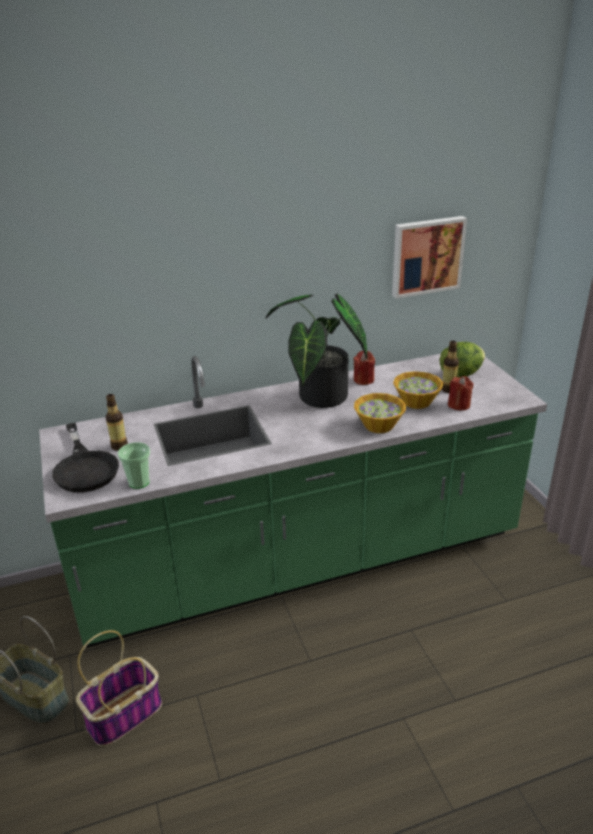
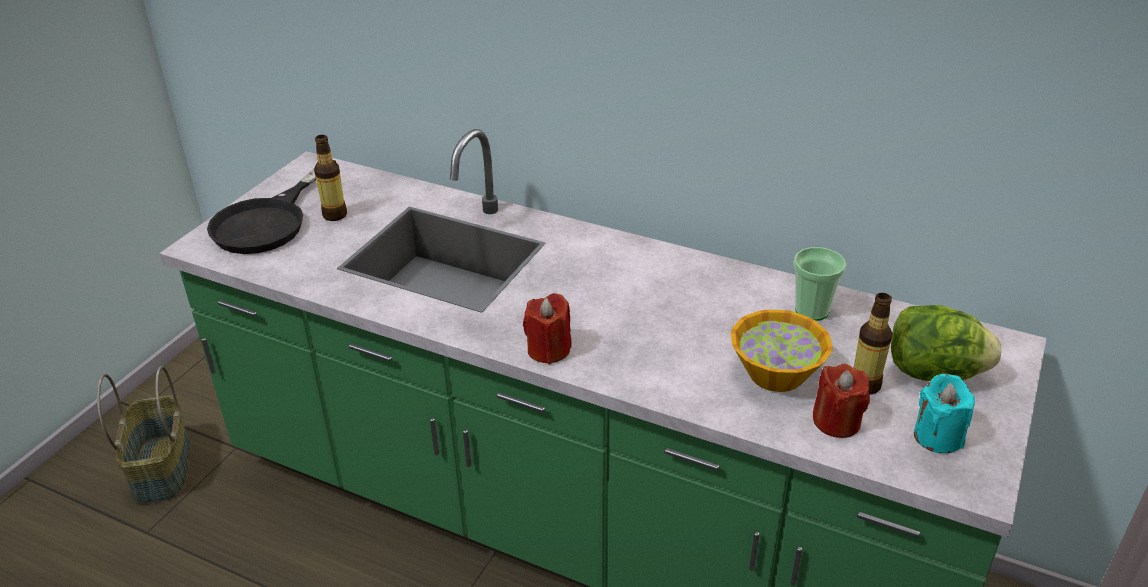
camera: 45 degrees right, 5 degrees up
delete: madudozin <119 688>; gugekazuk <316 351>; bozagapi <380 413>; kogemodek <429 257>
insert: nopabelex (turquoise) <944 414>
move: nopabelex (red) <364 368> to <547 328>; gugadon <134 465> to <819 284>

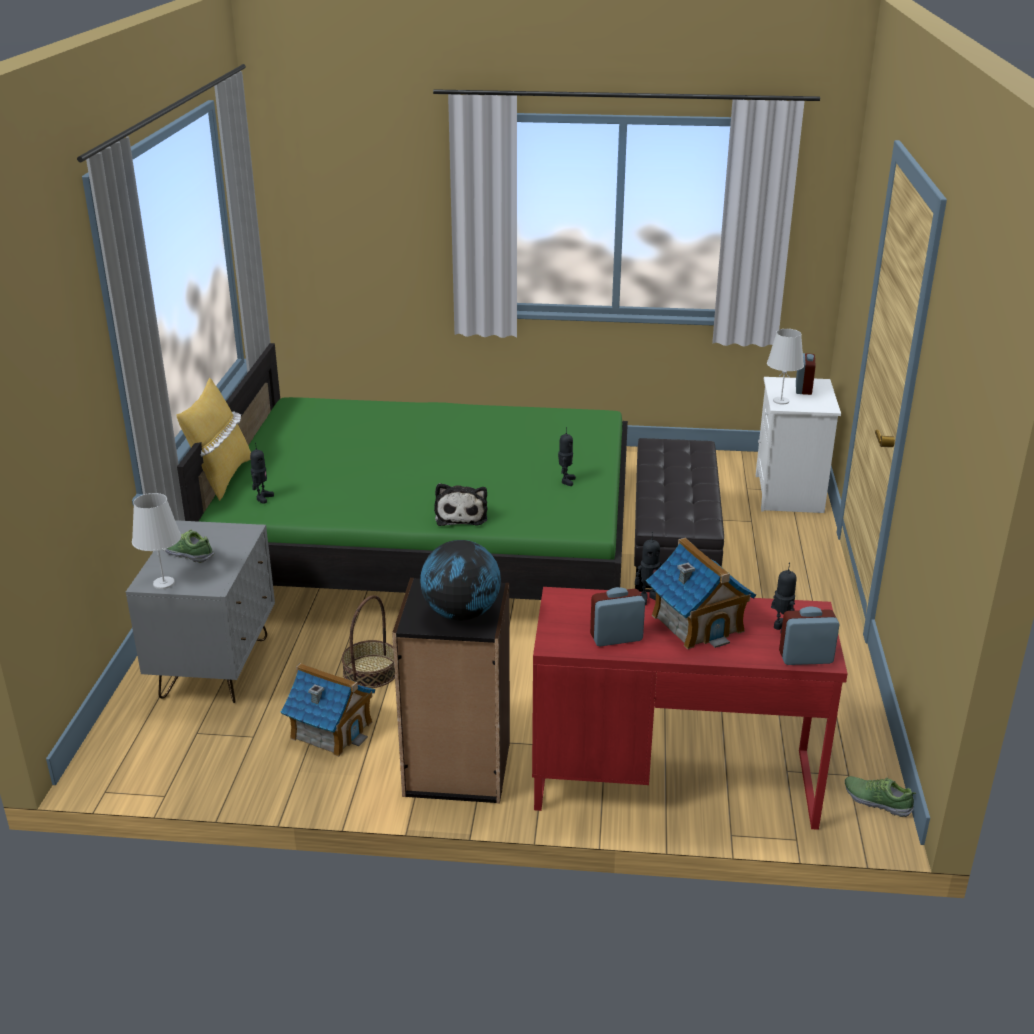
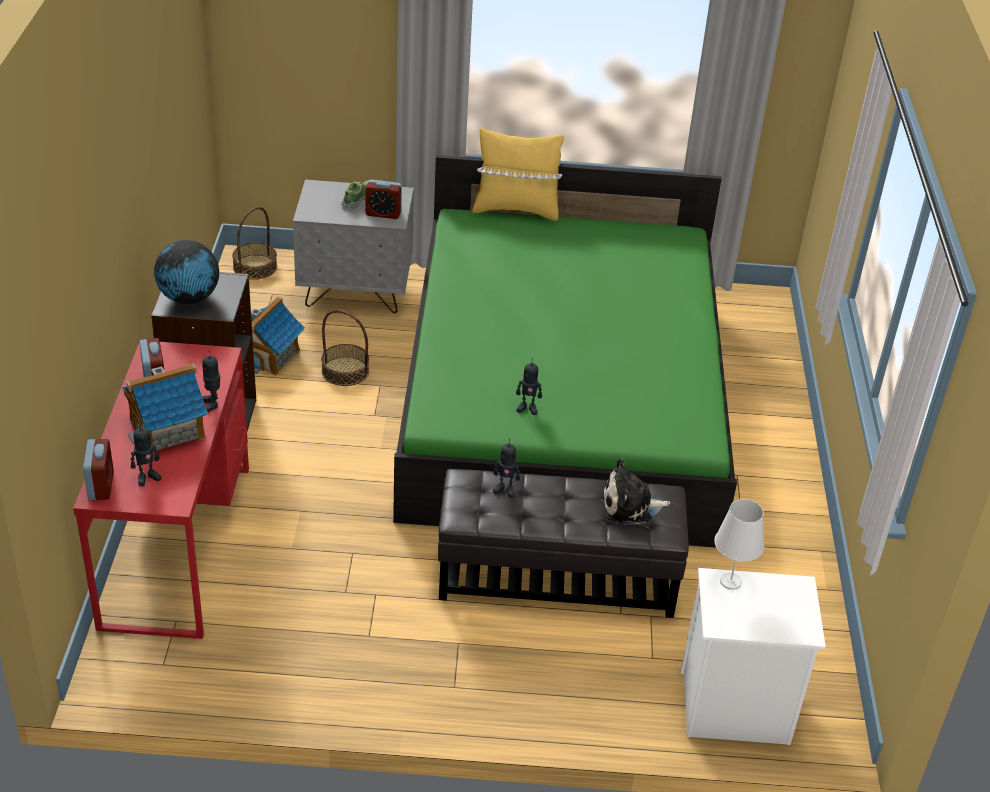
camera: 85 degrees right, 10 degrees up
delete: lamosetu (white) <156 541>; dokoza <880 796>
insert: madudozin <254 243>
move: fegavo <806 374> to <384 199>; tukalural <262 473> to <506 468>; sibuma <460 504> to <636 491>

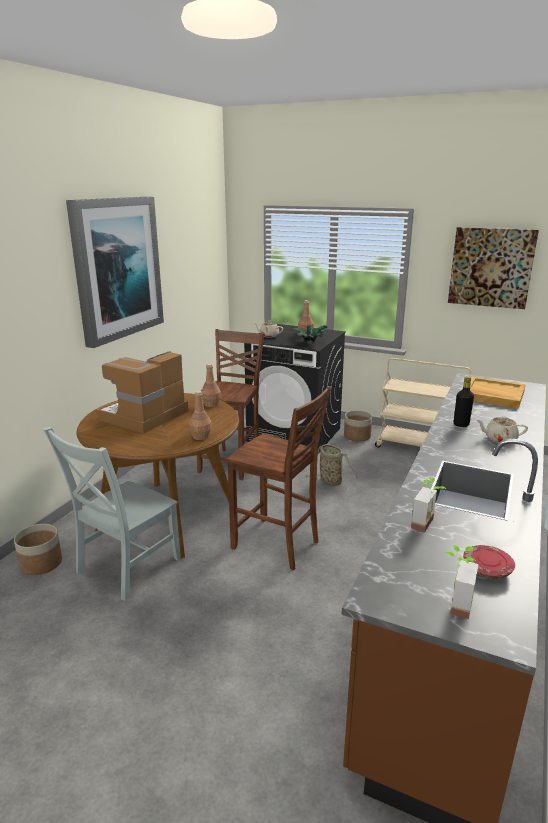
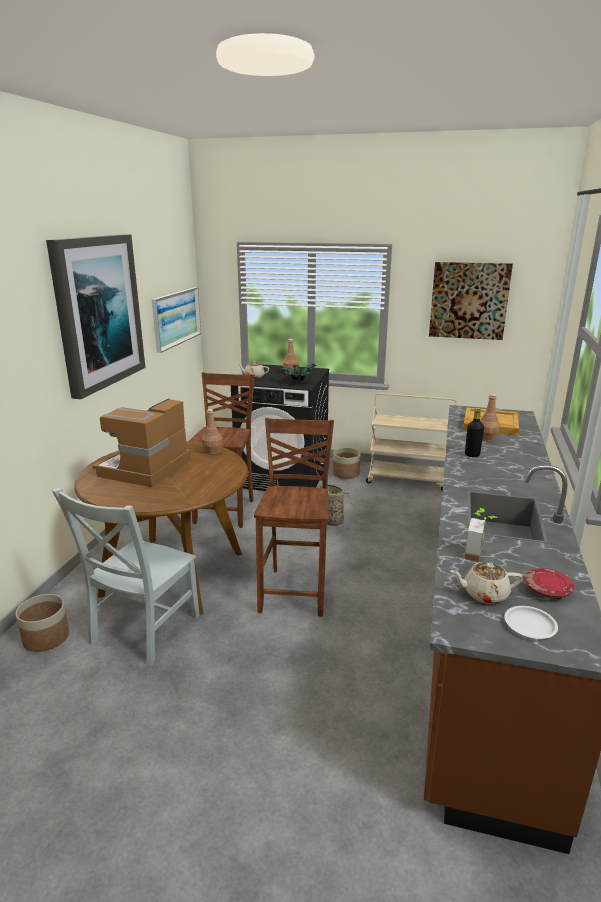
camera: 10 degrees left, 0 degrees up
insert: kogemodek <176 320>
move: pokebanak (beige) <502 429> to <487 583>; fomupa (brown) <200 415> to <490 417>
replace: gugekazuk <462 582> to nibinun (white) <531 622>
rotate: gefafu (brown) <279 478> = <294 517> 105 degrees counterclockwise

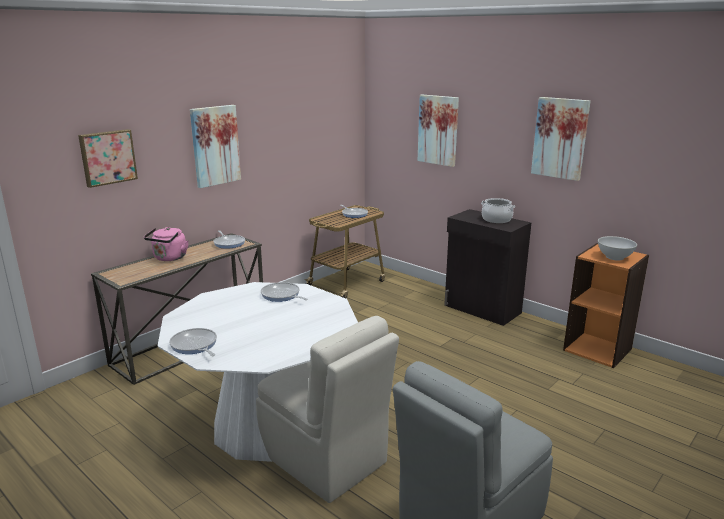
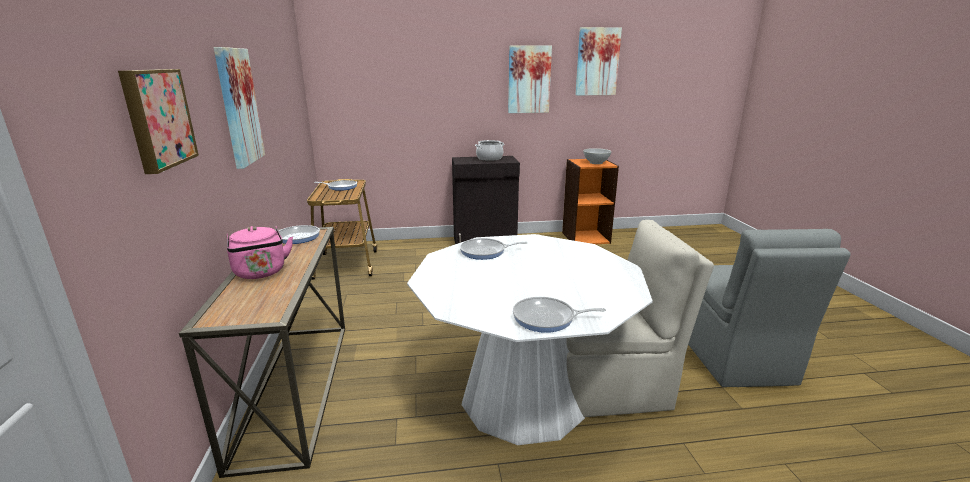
camera: 50 degrees left, 0 degrees up
move: kogemodek <438 131> to <598 61>

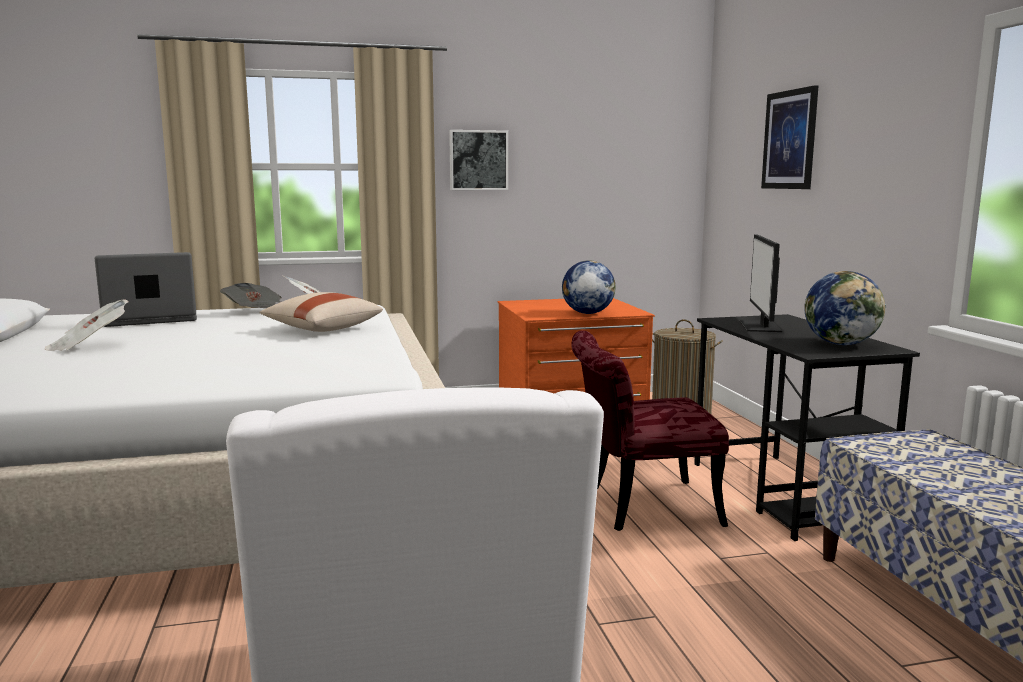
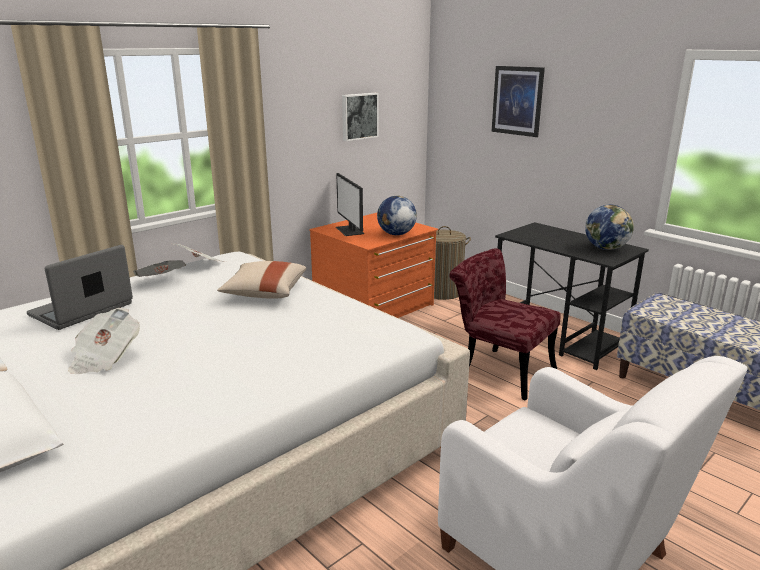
camera: 30 degrees left, 10 degrees up
move: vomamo <760 283> to <350 204>; kogemodek <478 160> to <360 117>
rotate: gefafu (red) <650 430> = <505 324> 75 degrees clockwise

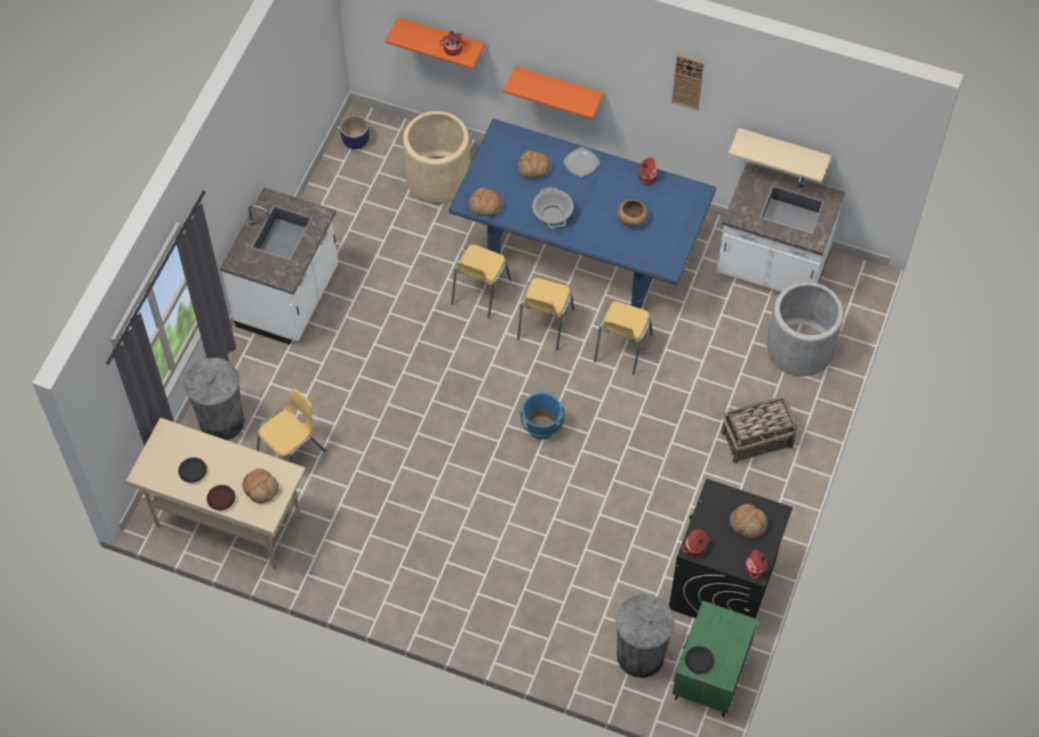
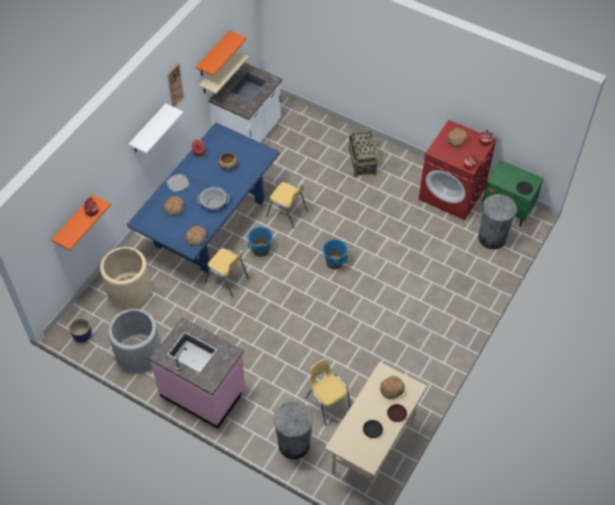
camera: 80 degrees left, 5 degrees down
insert: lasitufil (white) <156 128>
move: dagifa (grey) <805 329> to <134 341>; lasitufil (orange) <553 93> to <221 53>
replace: gefafu (yellow) <545 314> to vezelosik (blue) <260 242>
recolor: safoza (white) <279 266> to safoza (pink) <197 373>; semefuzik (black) <731 549> to semefuzik (red) <458 170>

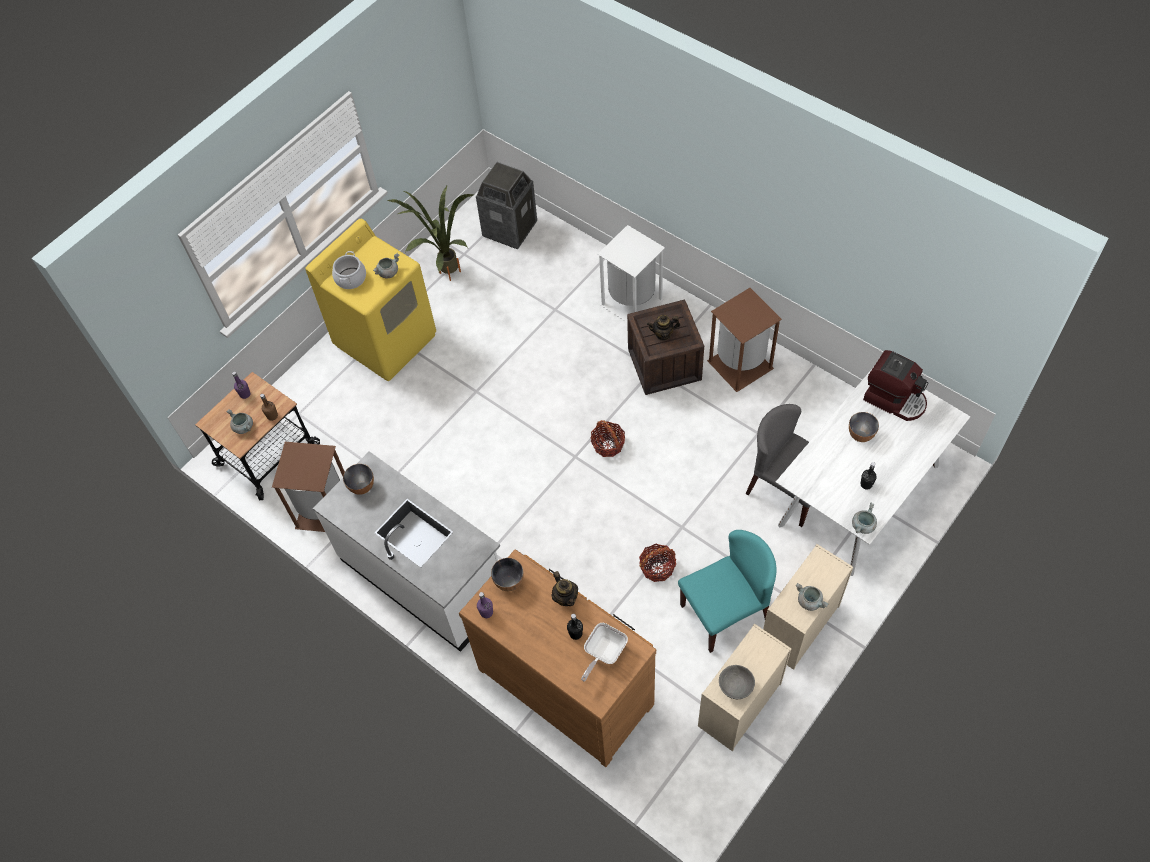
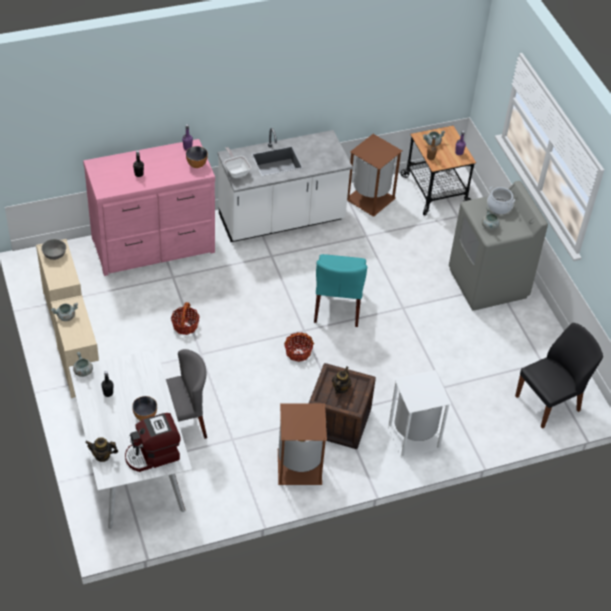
camera: 115 degrees right, 10 degrees down
delete: bozagapi <358 479>; gugekazuk <430 233>
move: pokebanak <565 588> to <101 449>; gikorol <604 652> to <237 162>; gefafu (turquoise) <727 591> to <340 290>
replace: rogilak <506 206> to gefafu (black) <559 376>
recolor: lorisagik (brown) <557 658> to lorisagik (pink) <149 207>; semefuzik (yellow) <370 300> to semefuzik (grey) <498 246>

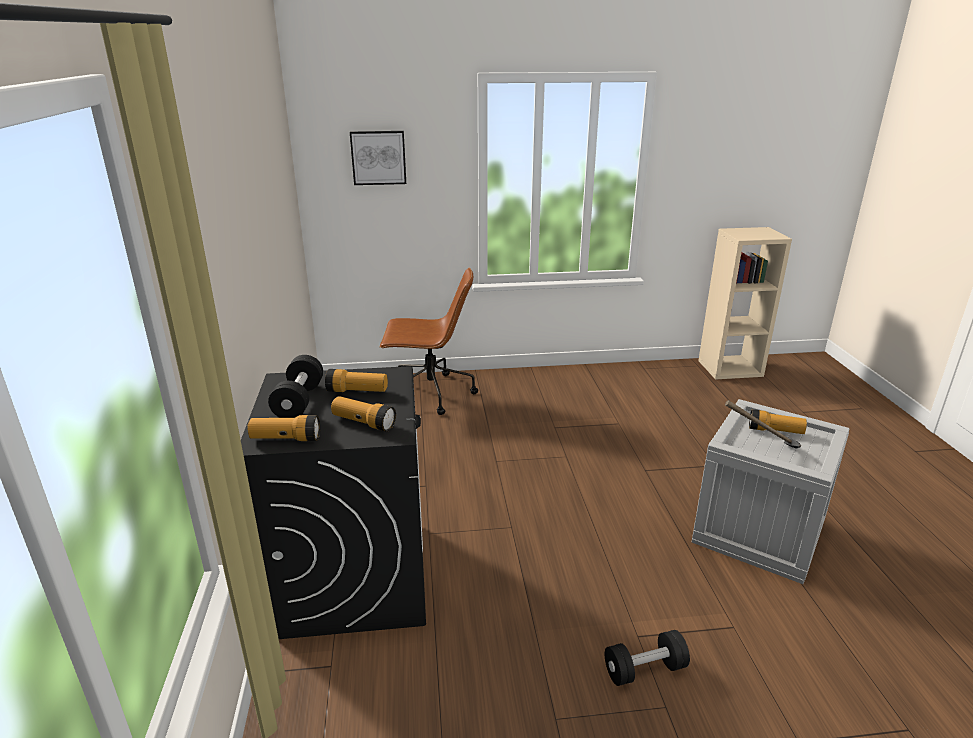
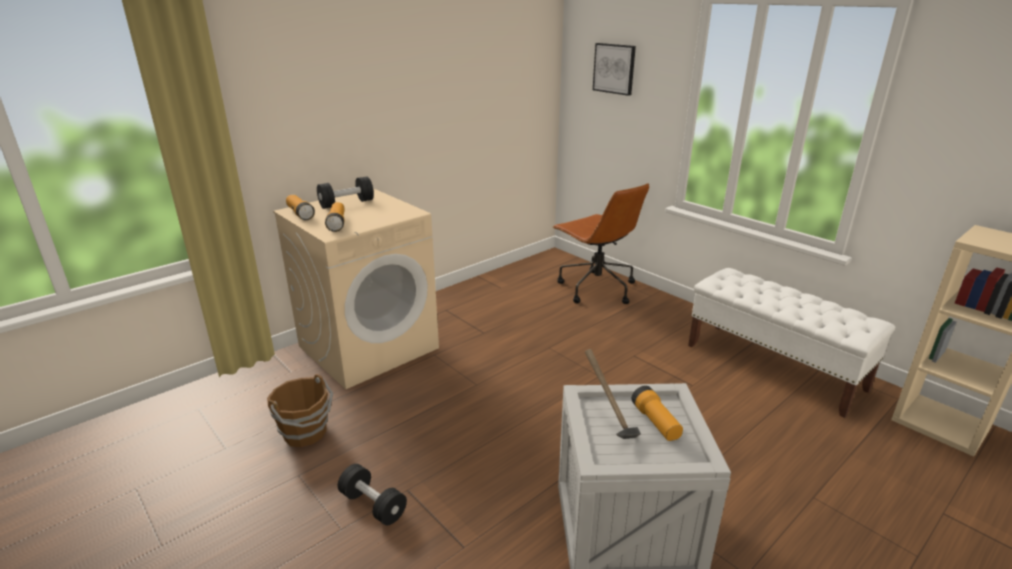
camera: 55 degrees right, 0 degrees up
delete: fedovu <356 380>
insert: vezelosik (brown) <300 410>; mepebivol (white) <791 343>
recolor: semefuzik (black) <333 502> to semefuzik (beige) <356 288>

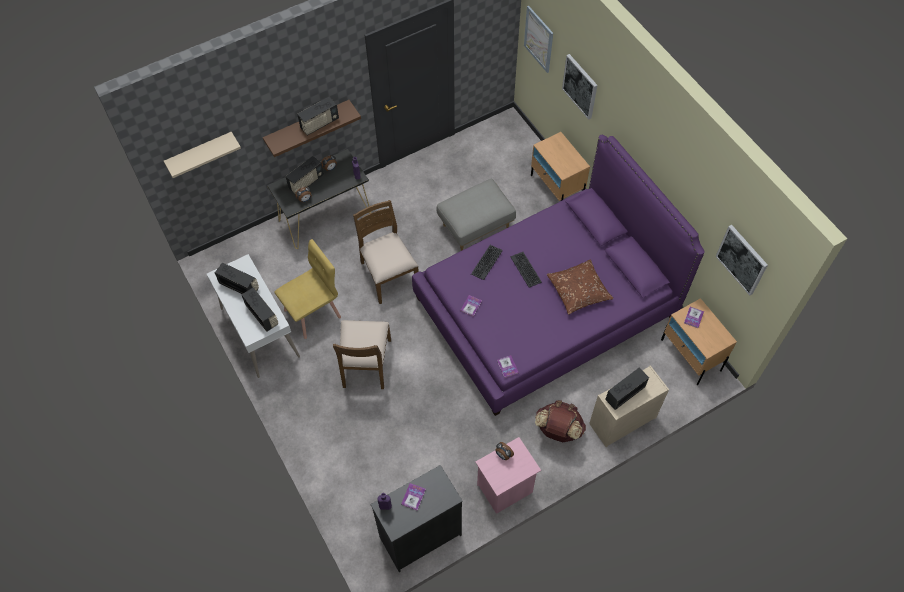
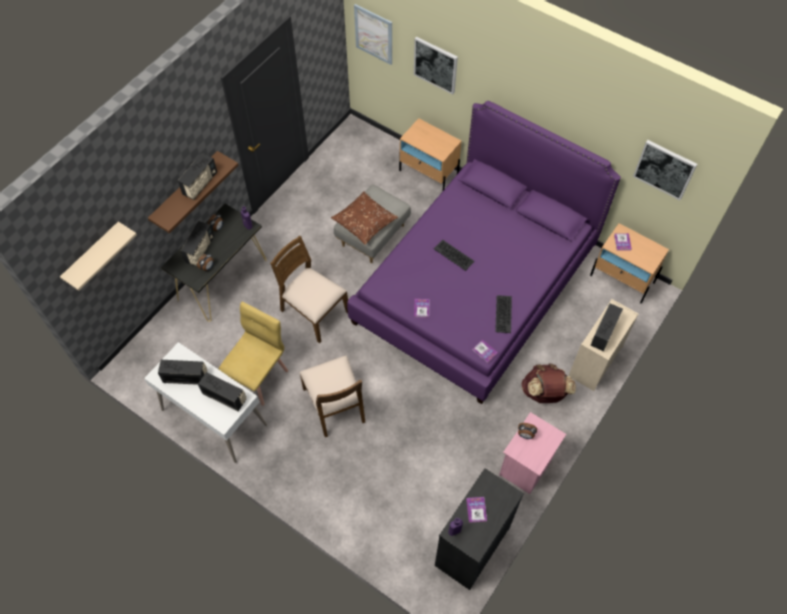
camera: 25 degrees left, 0 degrees up
move: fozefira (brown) <580 287> to <364 218>; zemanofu <487 262> to <503 314>

